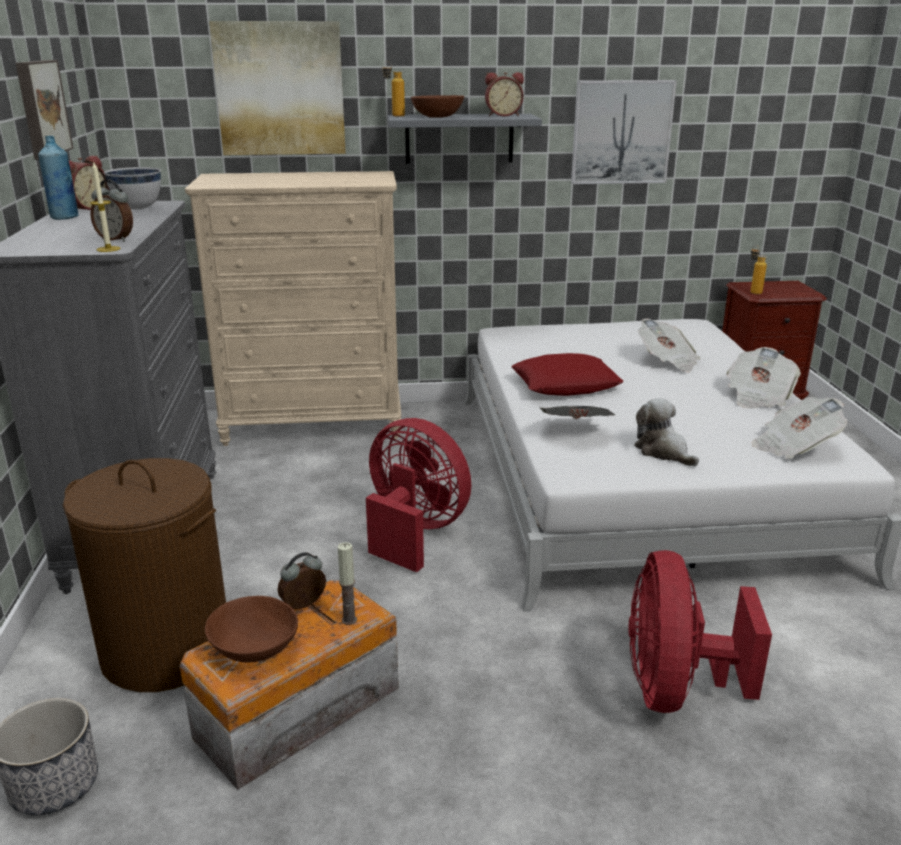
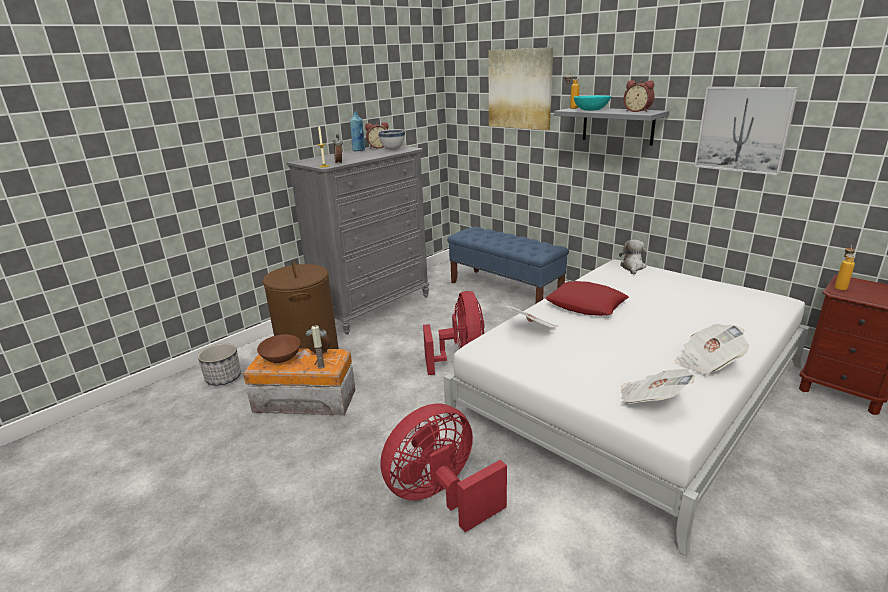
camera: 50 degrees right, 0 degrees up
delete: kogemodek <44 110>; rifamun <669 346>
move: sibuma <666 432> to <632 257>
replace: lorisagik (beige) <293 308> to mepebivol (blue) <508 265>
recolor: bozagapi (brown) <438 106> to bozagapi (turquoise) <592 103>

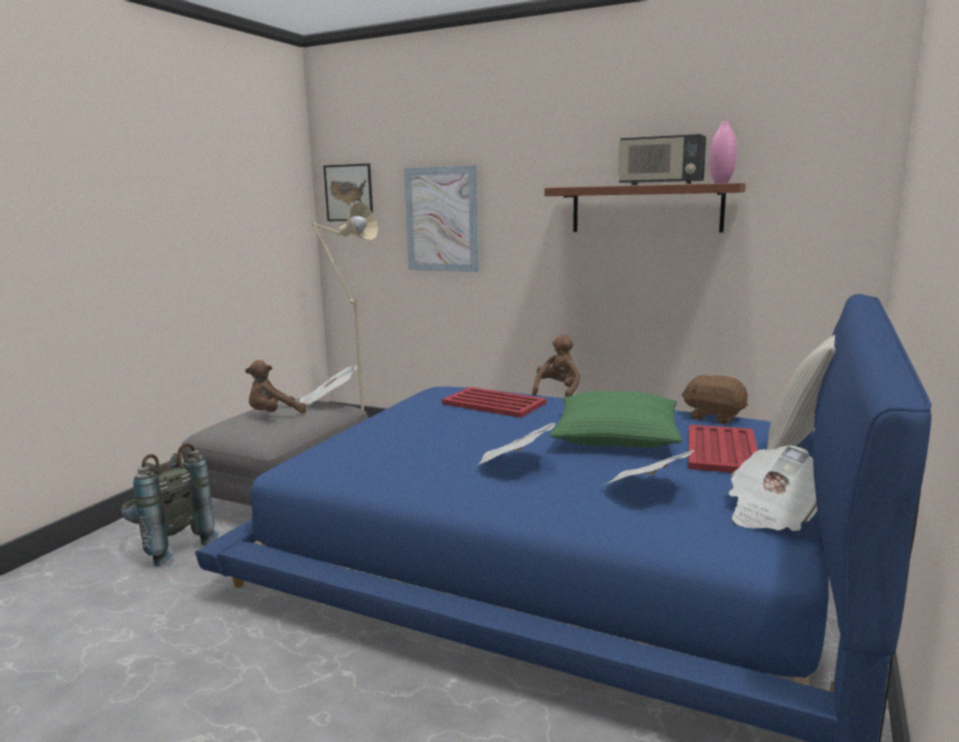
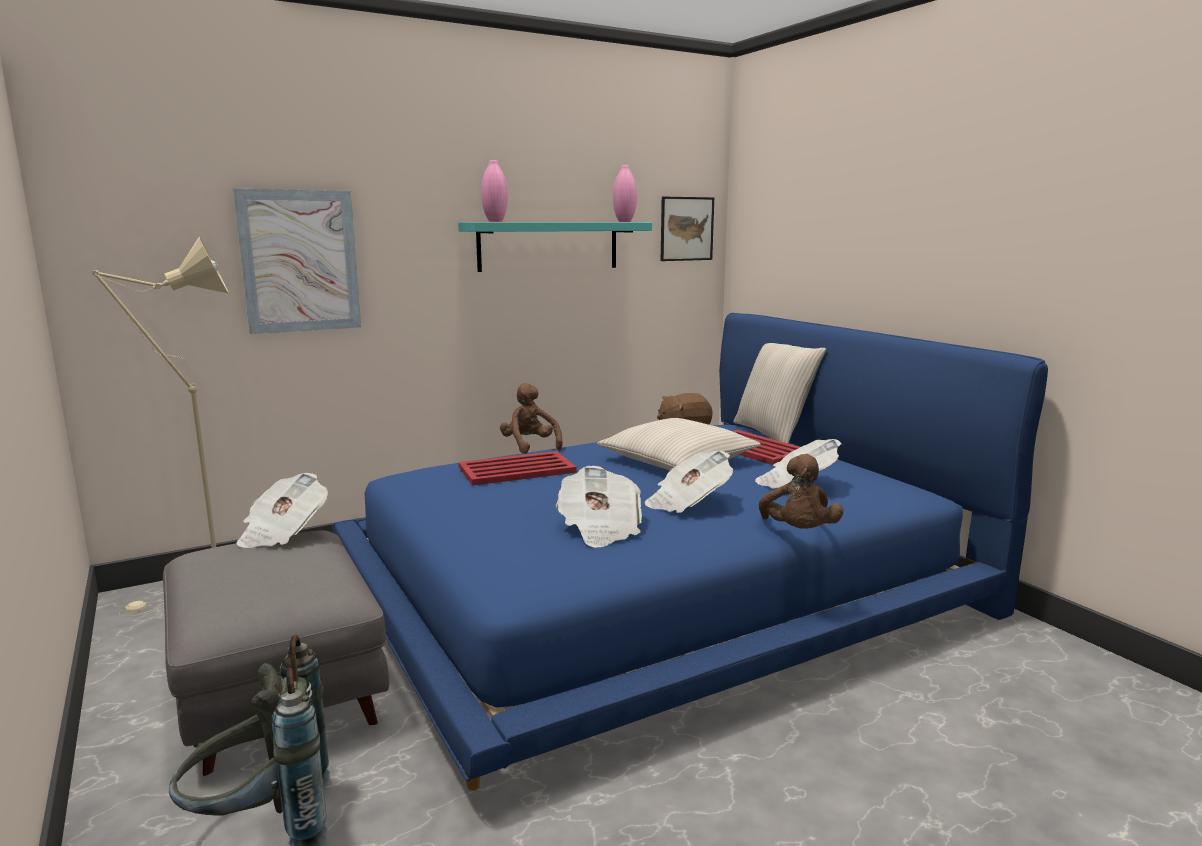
camera: 55 degrees left, 0 degrees up
delete: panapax <662 159>
insert: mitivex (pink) <494 191>
move: rifamun <772 488> to <599 507>; kogemodek <348 192> to <687 229>; sibuma (brown) <275 387> to <801 491>
recolor: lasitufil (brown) <645 208> to lasitufil (turquoise) <555 247>; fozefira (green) <616 419> to fozefira (beige) <679 444>

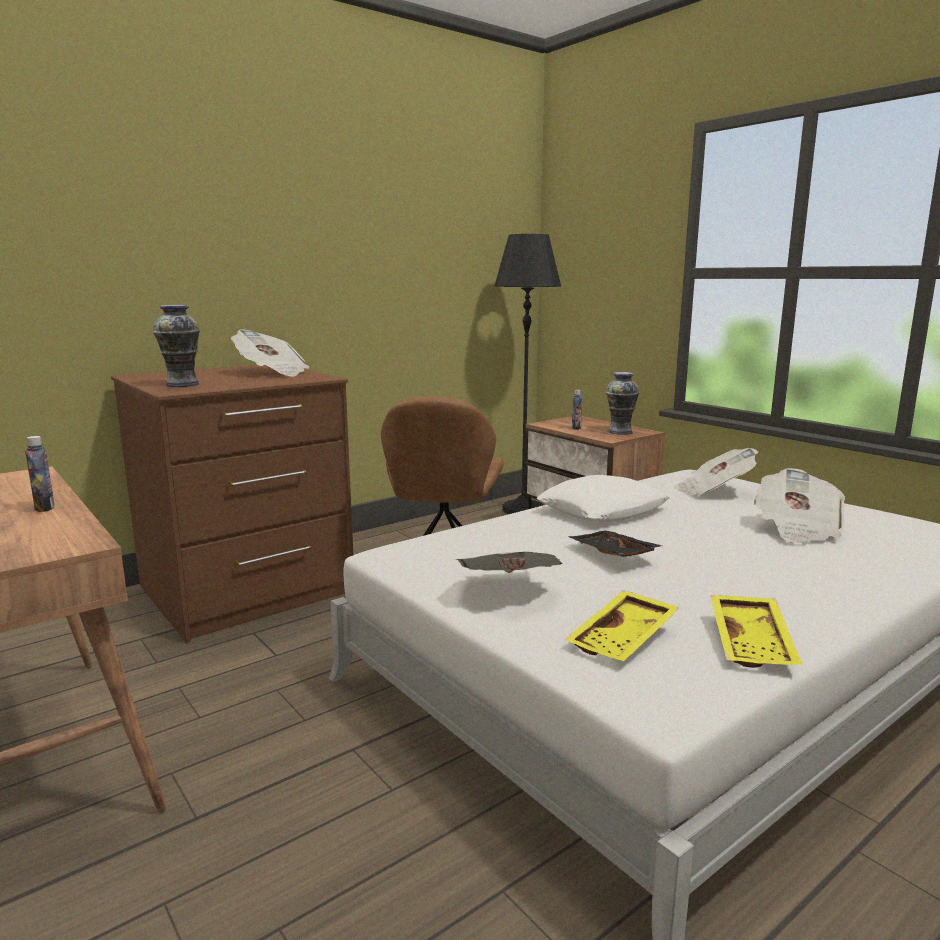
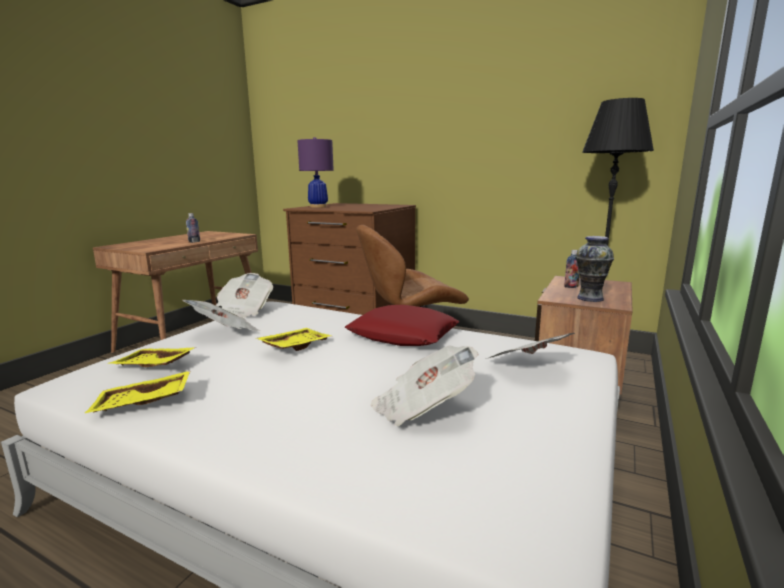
camera: 65 degrees right, 0 degrees up
move: rifamun <270 353> to <244 295>
replace: mitivex <176 346> to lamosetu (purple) <315 172>
recolor: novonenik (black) <615 543> to novonenik (yellow) <293 339>; fozefira (white) <603 498> to fozefira (red) <402 325>

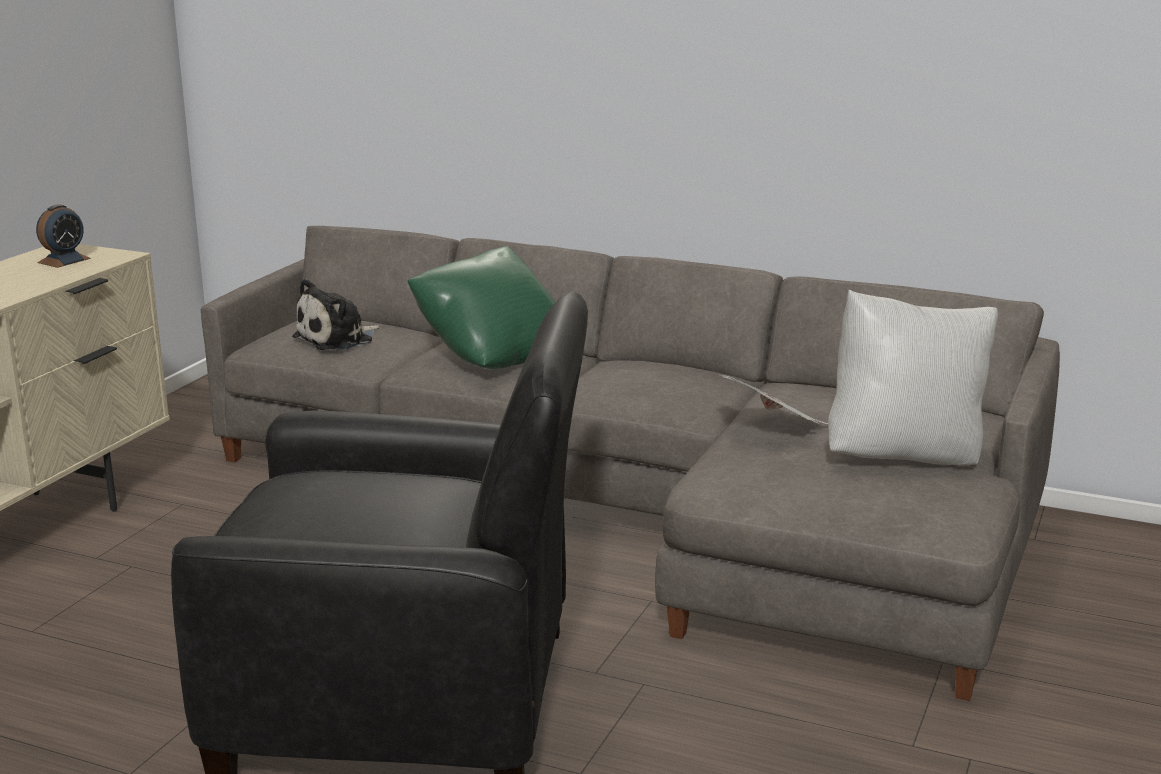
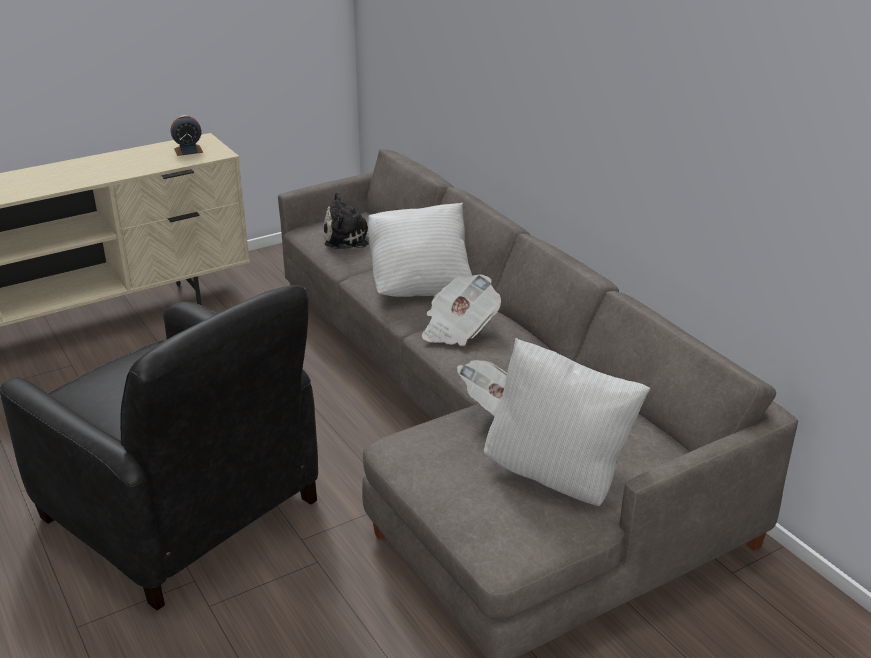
camera: 35 degrees right, 10 degrees up
insert: rifamun <461 310>
recolor: fozefira (green) <481 308> to fozefira (white) <420 250>

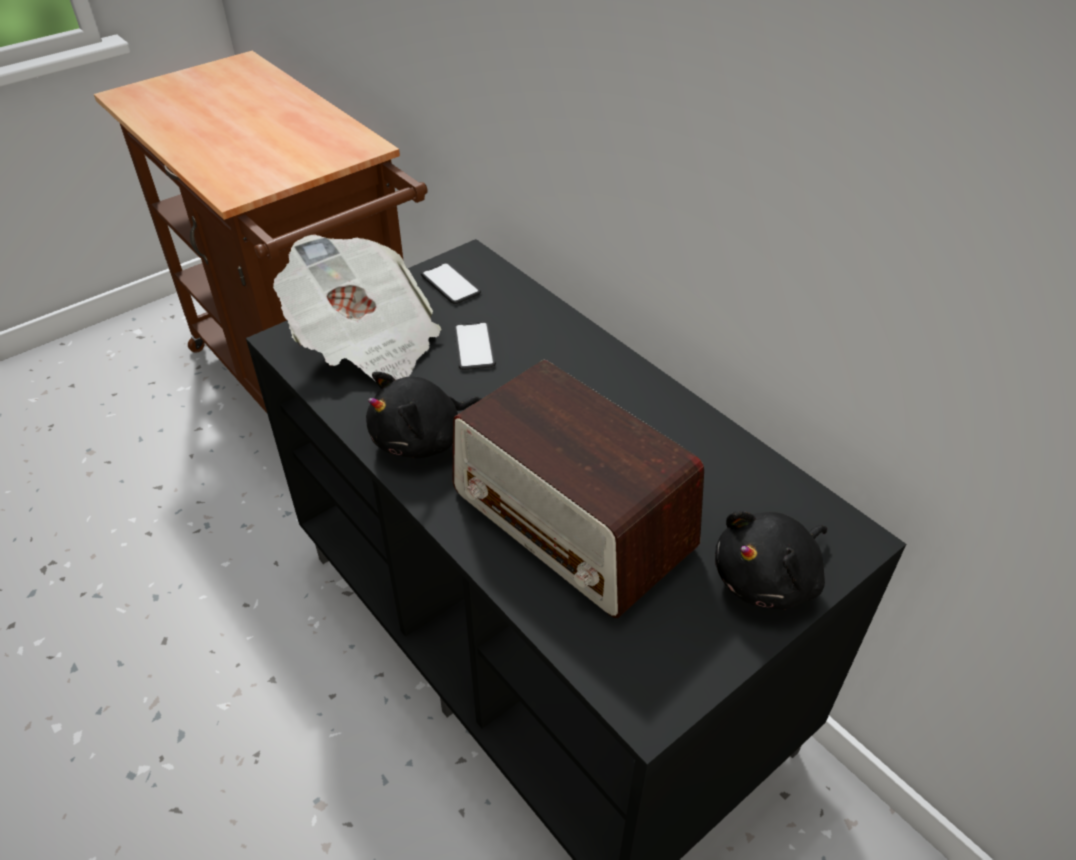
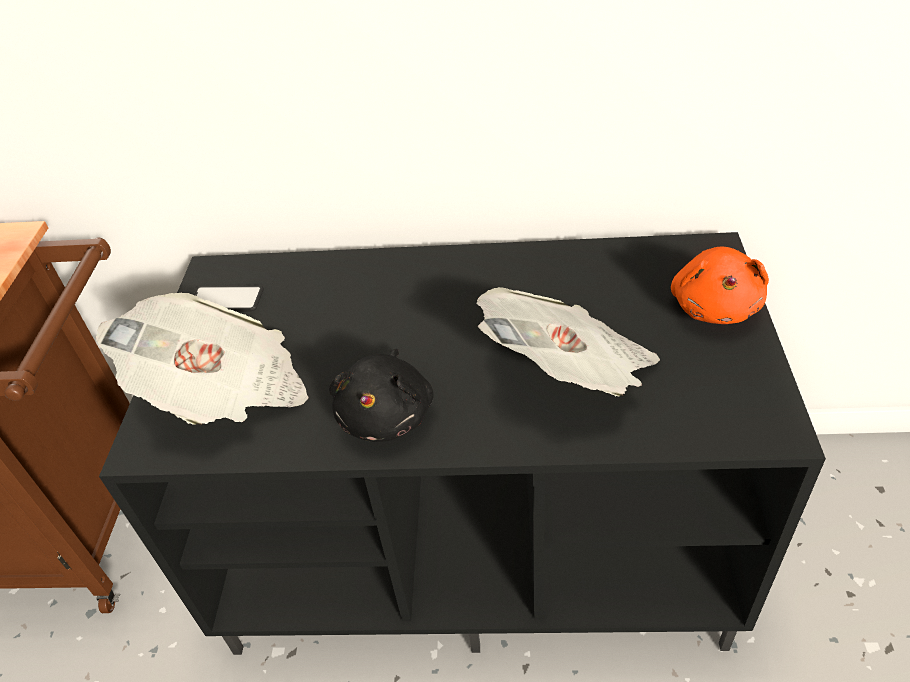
camera: 45 degrees left, 0 degrees up
delete: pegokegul <475 345>
replace: panapax <578 489> to rifamun <568 341>
recolor: sibuma (black) <771 560> to sibuma (orange) <720 285>

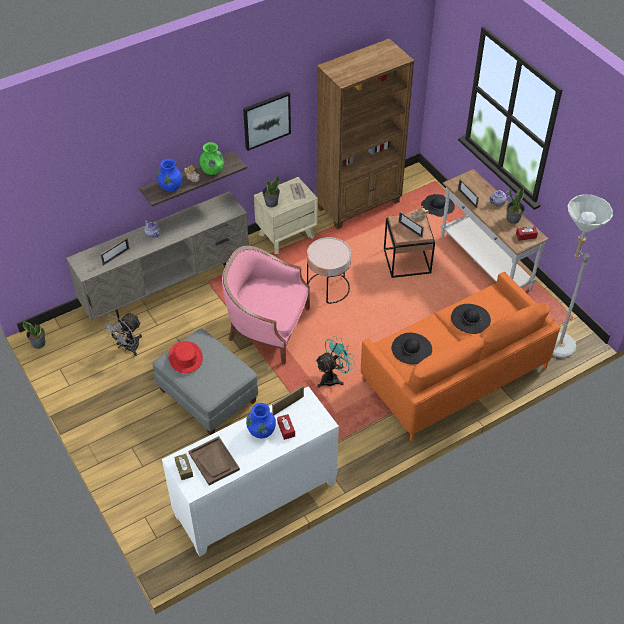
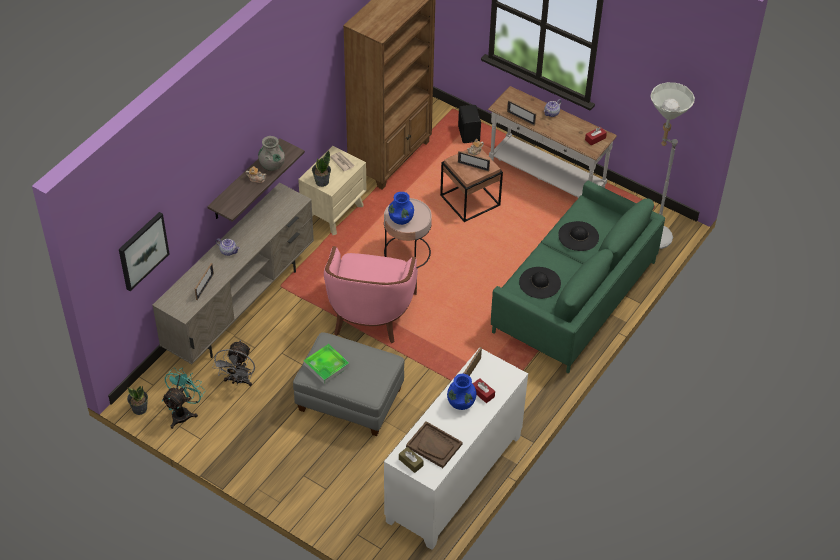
camera: 25 degrees left, 0 degrees up
delete: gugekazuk <516 205>
move: kogemodek <267 121> to <144 251>; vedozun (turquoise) <336 362> to <183 398>; mitivex (blue) <169 175> to <401 208>
replace: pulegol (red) <185 357> to novonenik <326 364>; pulegol (black) <438 205> to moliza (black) <469 124>
recolor: mitivex (green) <212 158> to mitivex (grey) <271 153>; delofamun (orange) <460 356> to delofamun (green) <578 277>
rotate: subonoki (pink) <266 305> = <371 294> 75 degrees counterclockwise

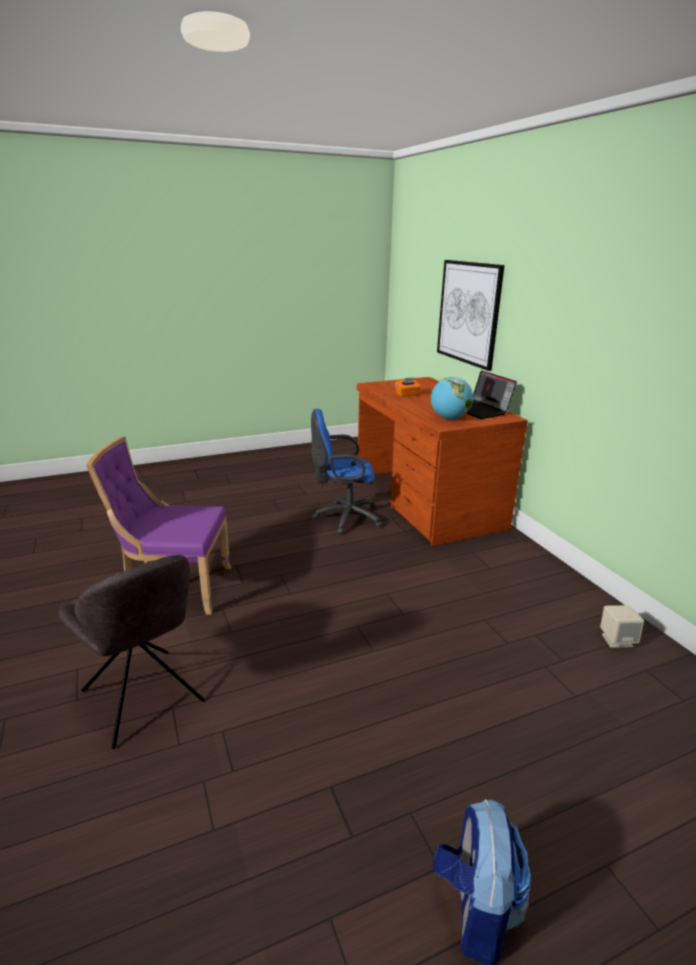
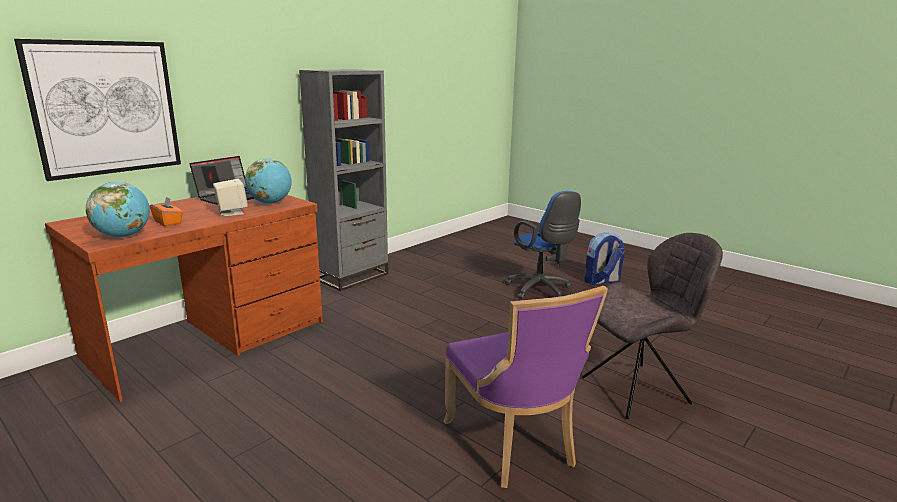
camera: 115 degrees left, 5 degrees down
insert: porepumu <118 210>; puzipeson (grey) <344 180>
move: moliza (beige) <622 626> to <230 197>; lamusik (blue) <346 471> to <543 245>
rotate: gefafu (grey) <131 652> = <652 326> 45 degrees clockwise

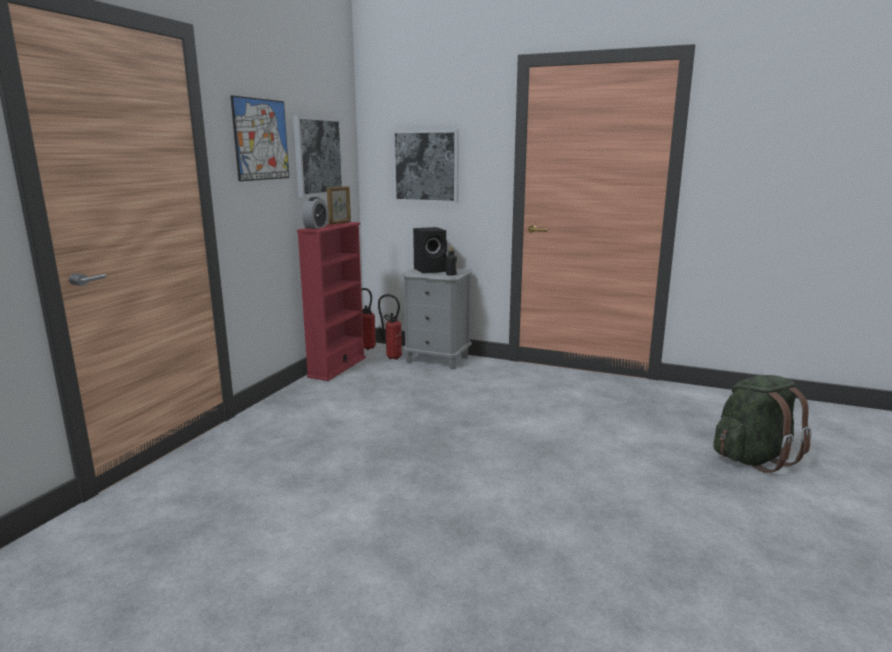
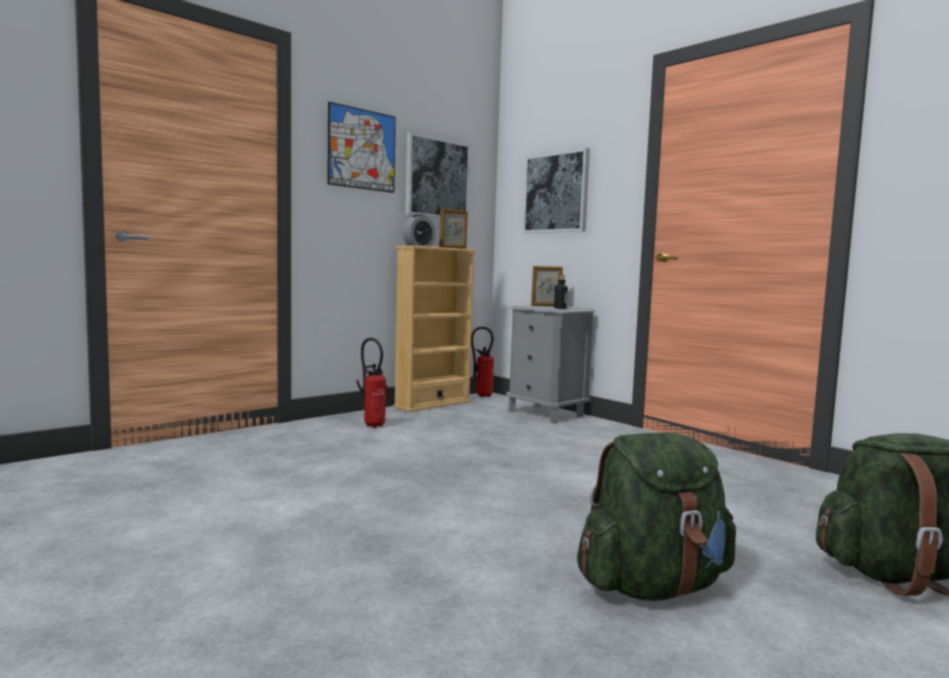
camera: 25 degrees right, 10 degrees down
insert: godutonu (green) <656 516>
move: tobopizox <390 327> to <372 383>
replace: moliza (black) <430 250> to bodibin <547 286>
recolor: puzipeson (red) <331 301> to puzipeson (beige) <434 329>

